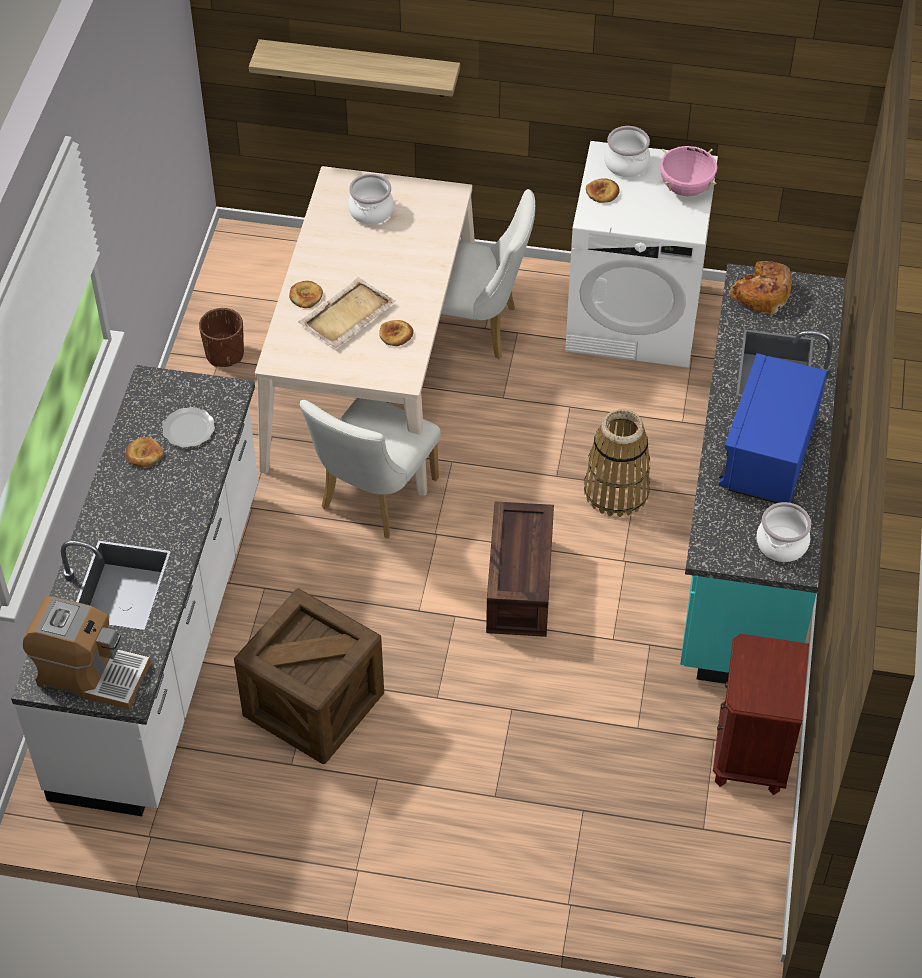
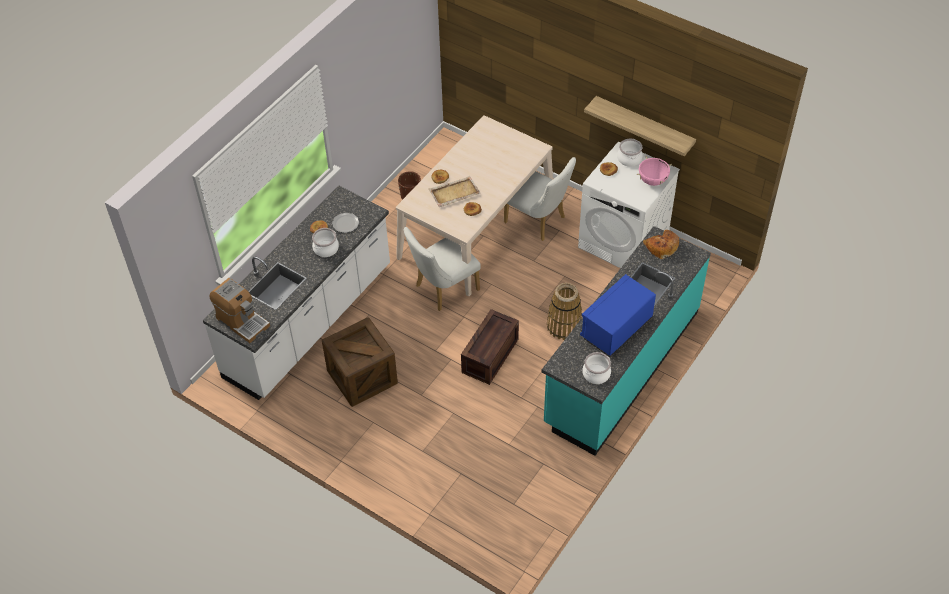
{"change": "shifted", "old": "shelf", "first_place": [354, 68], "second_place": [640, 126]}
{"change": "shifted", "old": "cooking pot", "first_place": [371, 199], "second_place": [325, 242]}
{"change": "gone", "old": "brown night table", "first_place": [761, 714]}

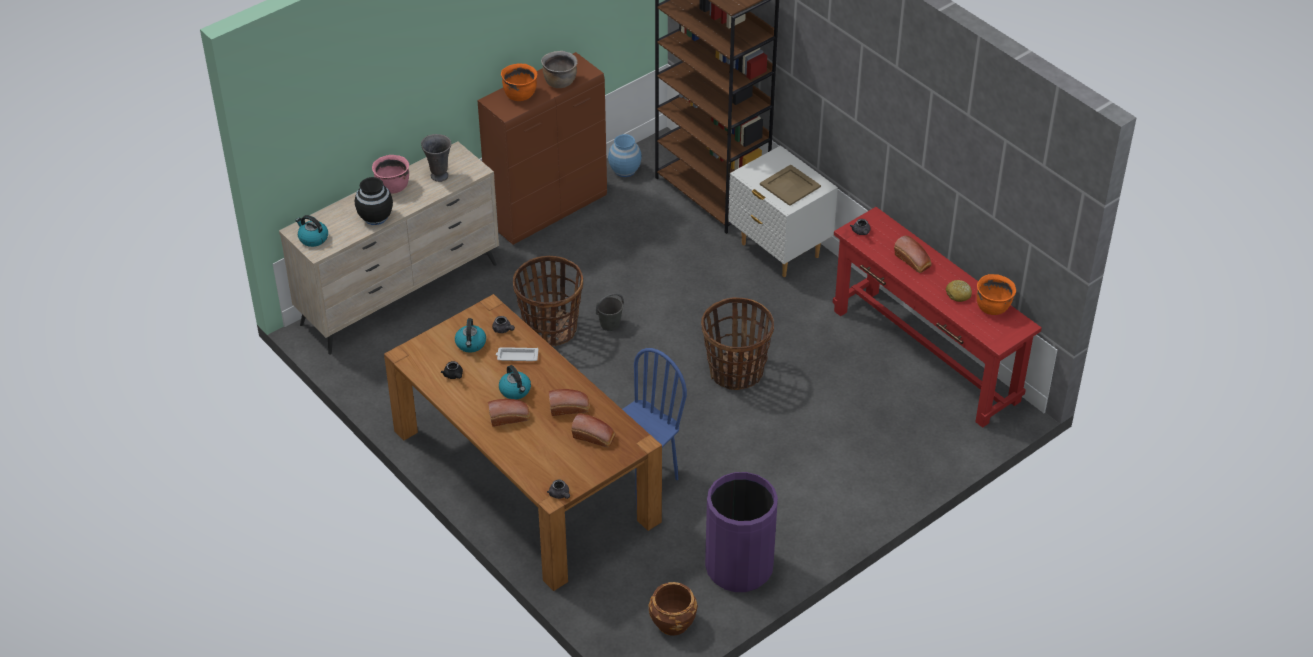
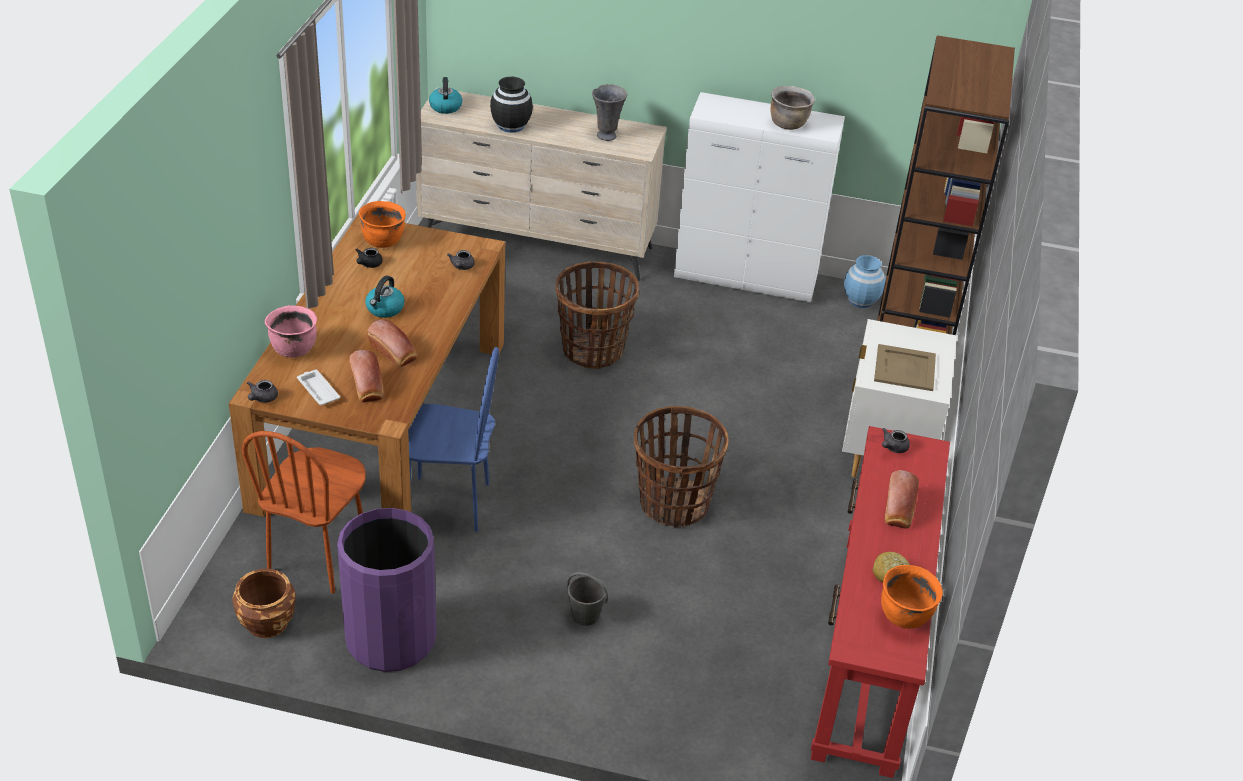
{"change": "repainted", "old": "brown cabinet", "new": "white cabinet", "first_place": [542, 148], "second_place": [759, 197]}
{"change": "shifted", "old": "orange-coloured cooking pot", "first_place": [519, 82], "second_place": [382, 224]}
{"change": "shifted", "old": "pinkish cooking pot", "first_place": [390, 174], "second_place": [291, 331]}
{"change": "shifted", "old": "gray bucket", "first_place": [610, 312], "second_place": [587, 599]}
{"change": "gone", "old": "tea kettle", "first_place": [470, 335]}
{"change": "shifted", "old": "white carrying tray", "first_place": [517, 354], "second_place": [318, 387]}
{"change": "gone", "old": "bakery bread", "first_place": [509, 413]}
{"change": "new", "new": "brown plain chair", "second_place": [304, 512]}

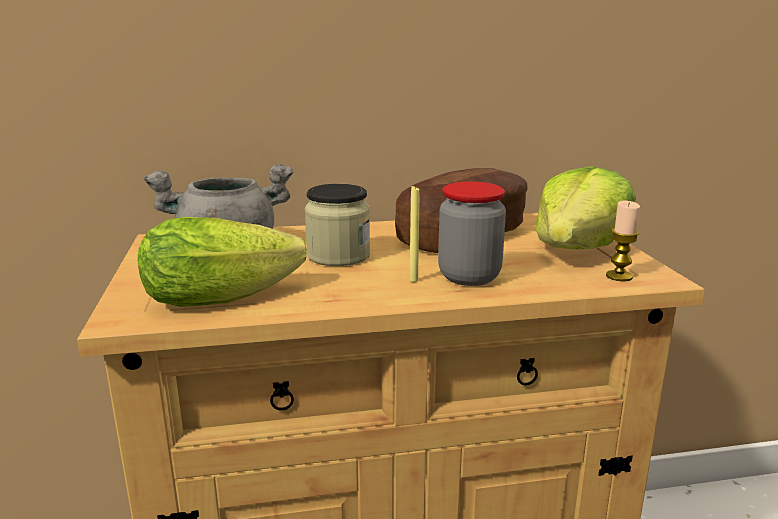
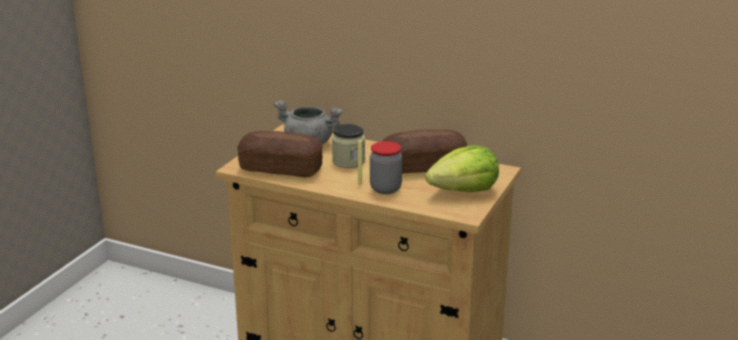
{"change": "gone", "old": "candle", "first_place": [623, 241]}
{"change": "swapped", "old": "lettuce", "new": "bakery bread", "first_place": [222, 262], "second_place": [280, 154]}

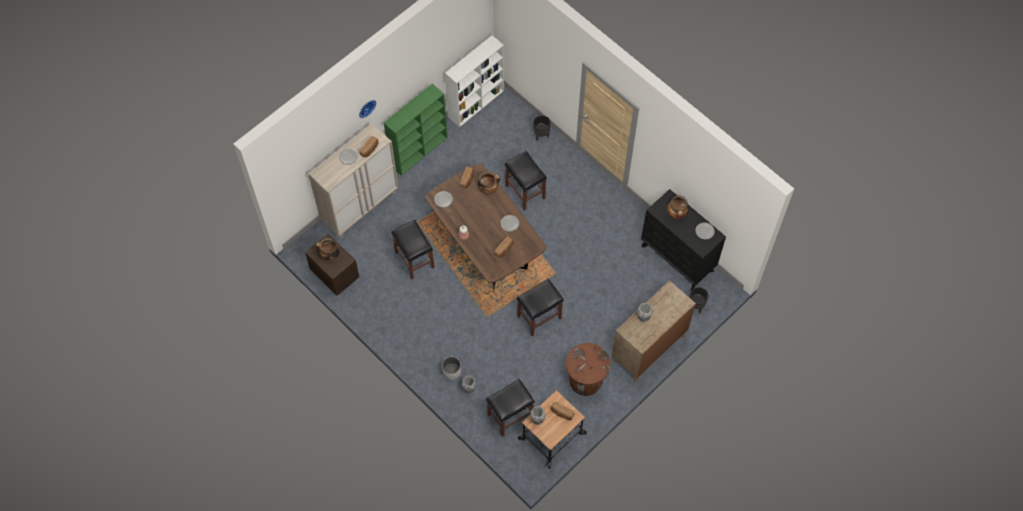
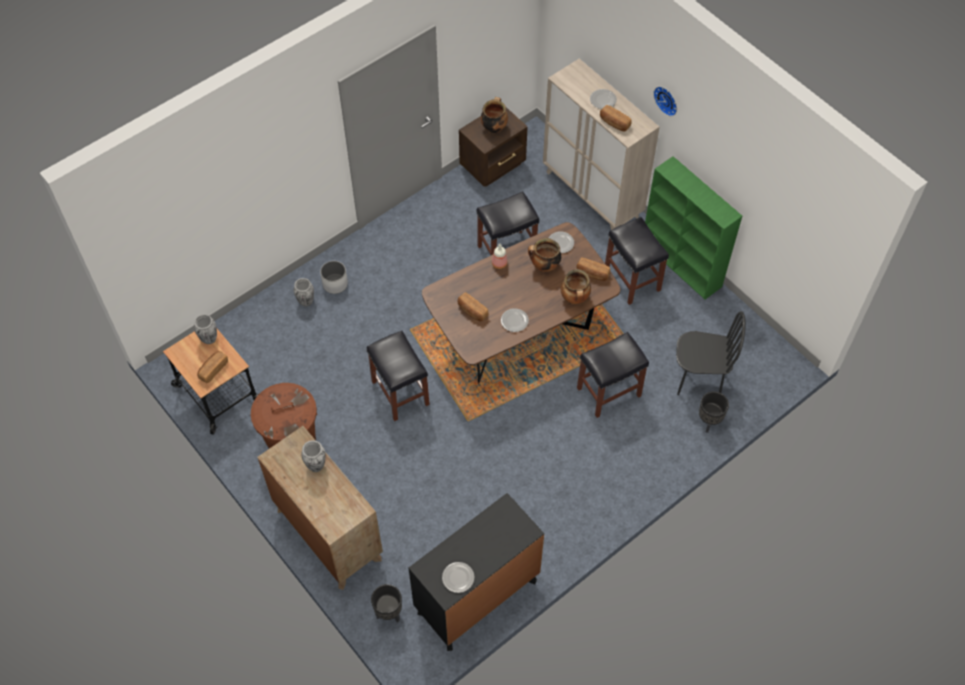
{"change": "gone", "old": "white bookshelf", "first_place": [474, 81]}
{"change": "shifted", "old": "cooking pot", "first_place": [677, 207], "second_place": [544, 255]}
{"change": "shifted", "old": "black stool seat", "first_place": [510, 408], "second_place": [637, 261]}
{"change": "new", "new": "black plain chair", "second_place": [711, 353]}

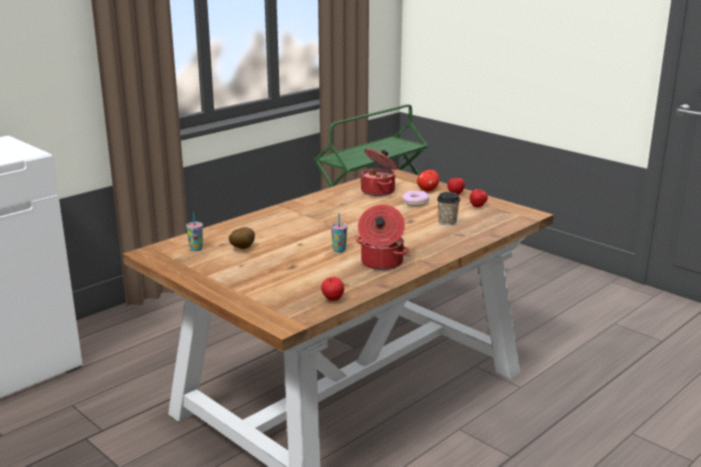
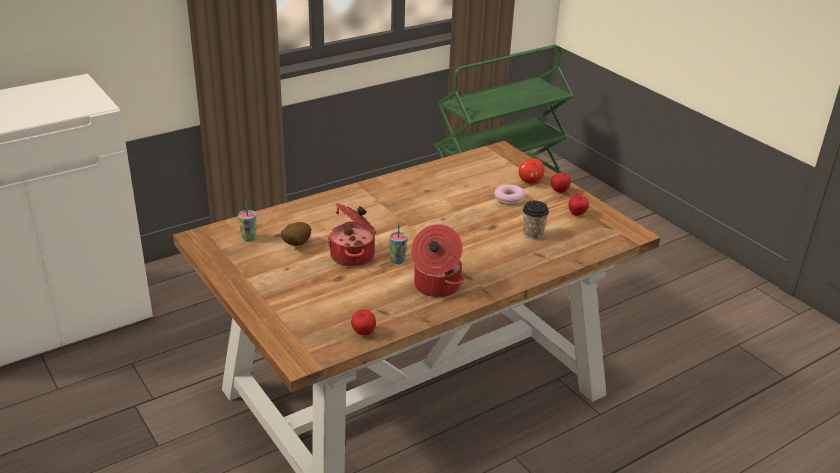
{"change": "shifted", "old": "cooking pot", "first_place": [379, 172], "second_place": [352, 235]}

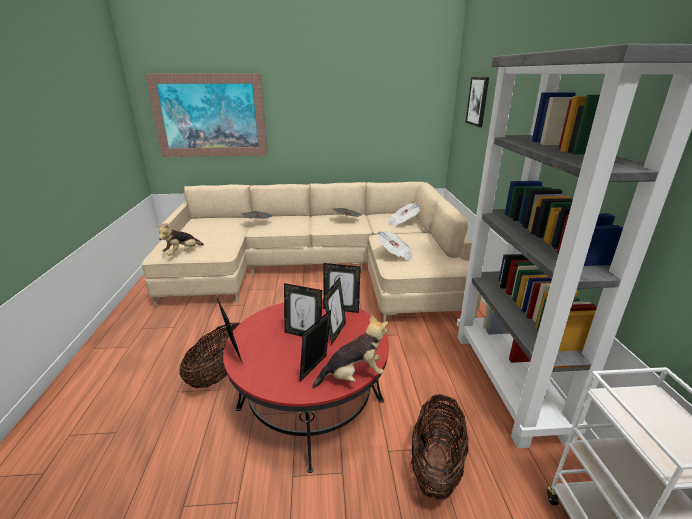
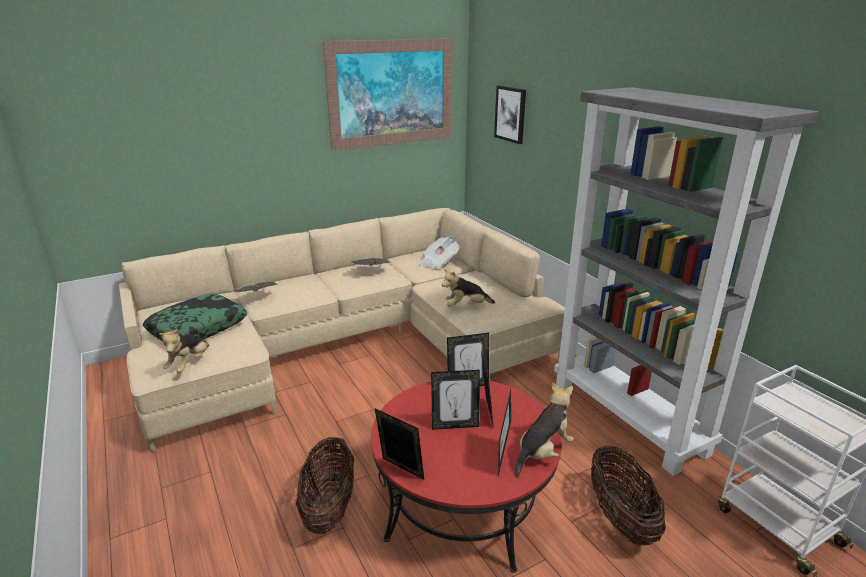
{"change": "shifted", "old": "wall art", "first_place": [206, 115], "second_place": [388, 95]}
{"change": "swapped", "old": "newspaper", "new": "cuddly toy", "first_place": [395, 246], "second_place": [468, 288]}
{"change": "new", "new": "cushion", "second_place": [194, 317]}

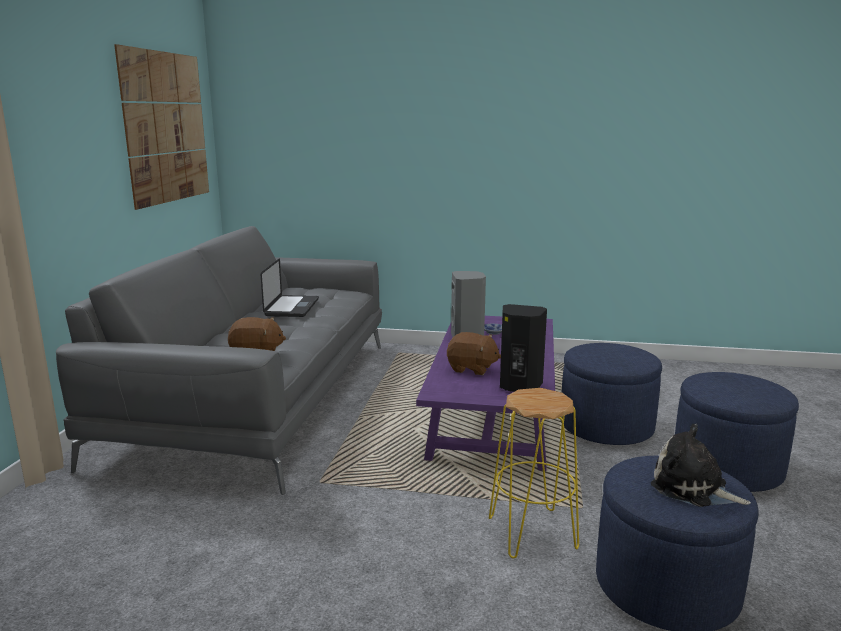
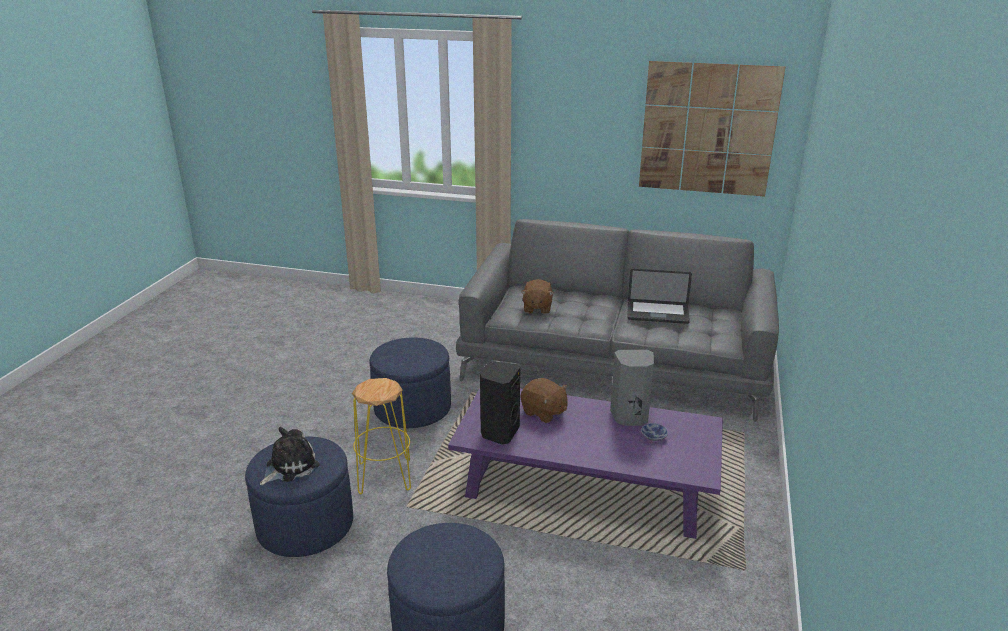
{"change": "rotated", "old": "brown cuddly toy", "first_place": [474, 353], "second_place": [544, 400], "degrees": -75}
{"change": "shifted", "old": "bluish pouffe", "first_place": [611, 394], "second_place": [410, 382]}

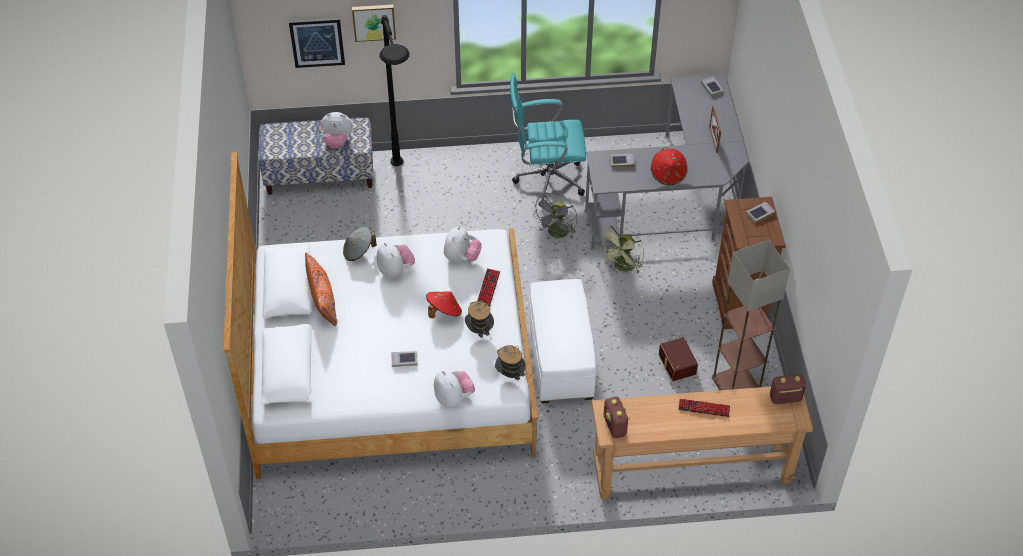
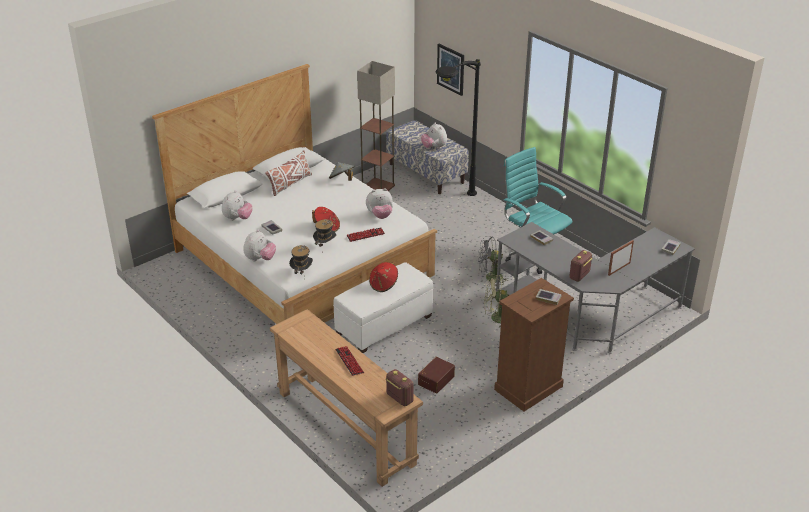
{"change": "gone", "old": "wall art", "first_place": [374, 23]}
{"change": "shifted", "old": "red-coloured wearable hat", "first_place": [669, 166], "second_place": [383, 277]}
{"change": "shifted", "old": "floor lamp", "first_place": [751, 315], "second_place": [376, 126]}
{"change": "shifted", "old": "cuddly toy", "first_place": [396, 260], "second_place": [237, 205]}
{"change": "repainted", "old": "orange-coloured cushion", "new": "white cushion", "first_place": [321, 289], "second_place": [288, 173]}
{"change": "shifted", "old": "radio", "first_place": [617, 417], "second_place": [580, 266]}

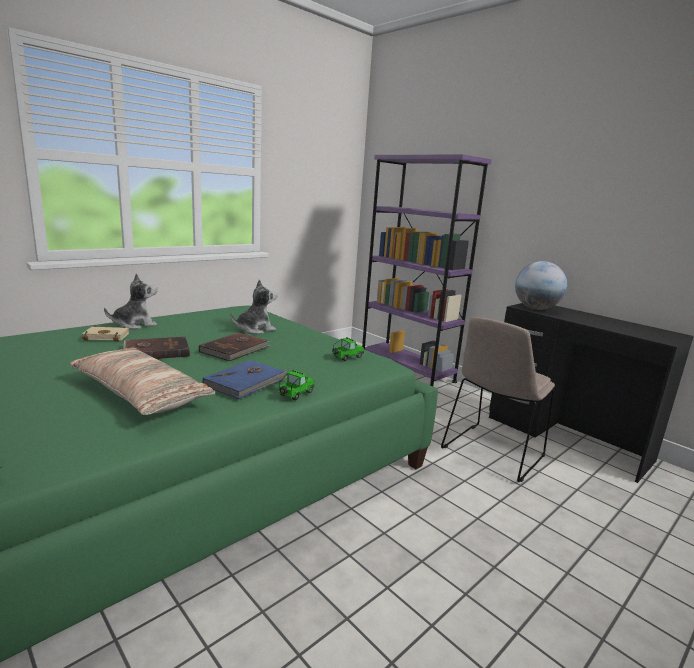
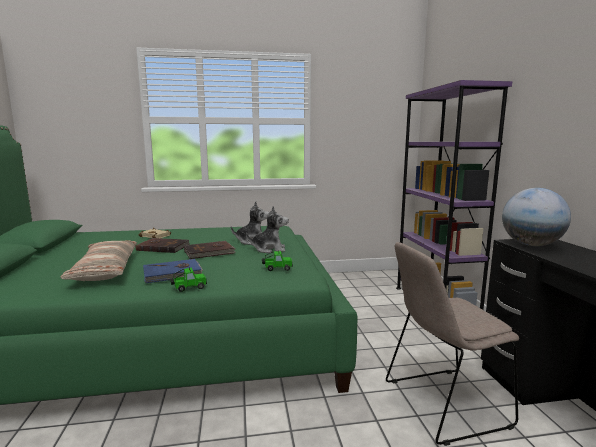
{"change": "shifted", "old": "cuddly toy", "first_place": [130, 301], "second_place": [267, 229]}

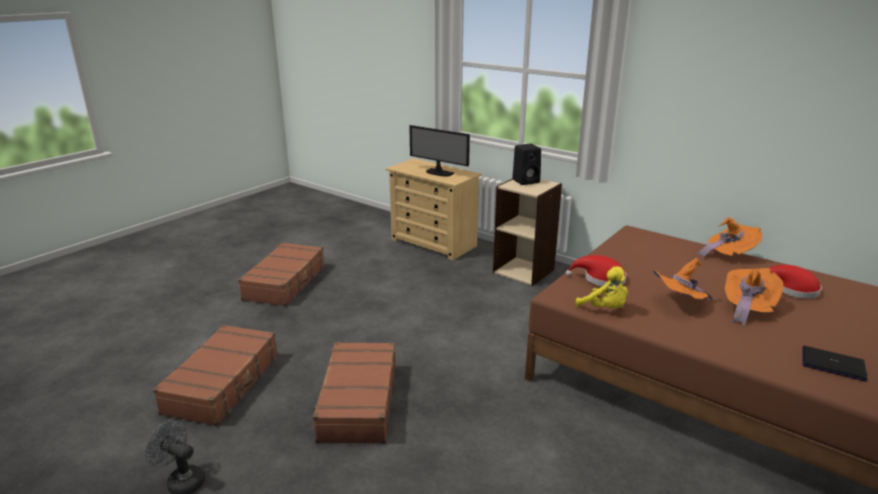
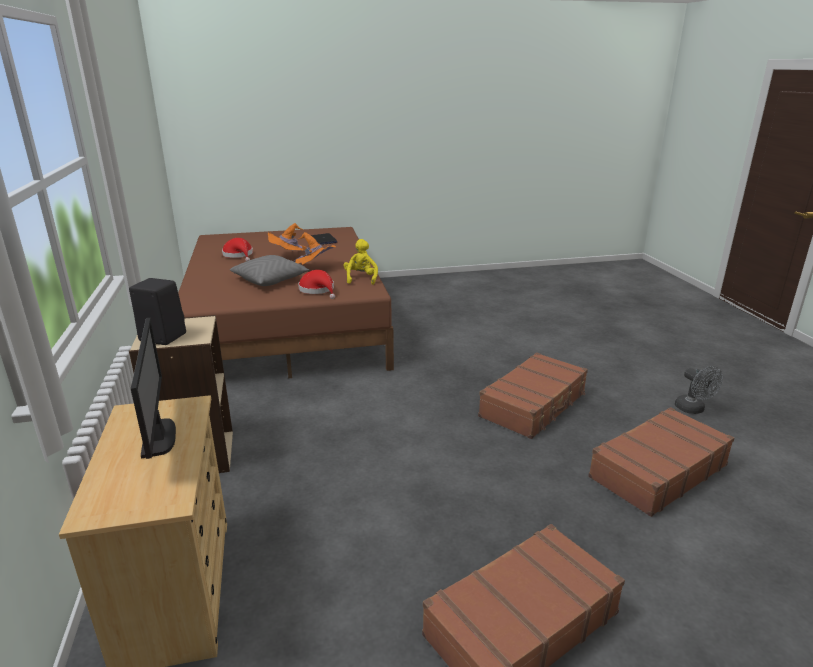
{"change": "gone", "old": "orange-coloured wearable hat", "first_place": [729, 238]}
{"change": "new", "new": "gray cushion", "second_place": [270, 270]}

